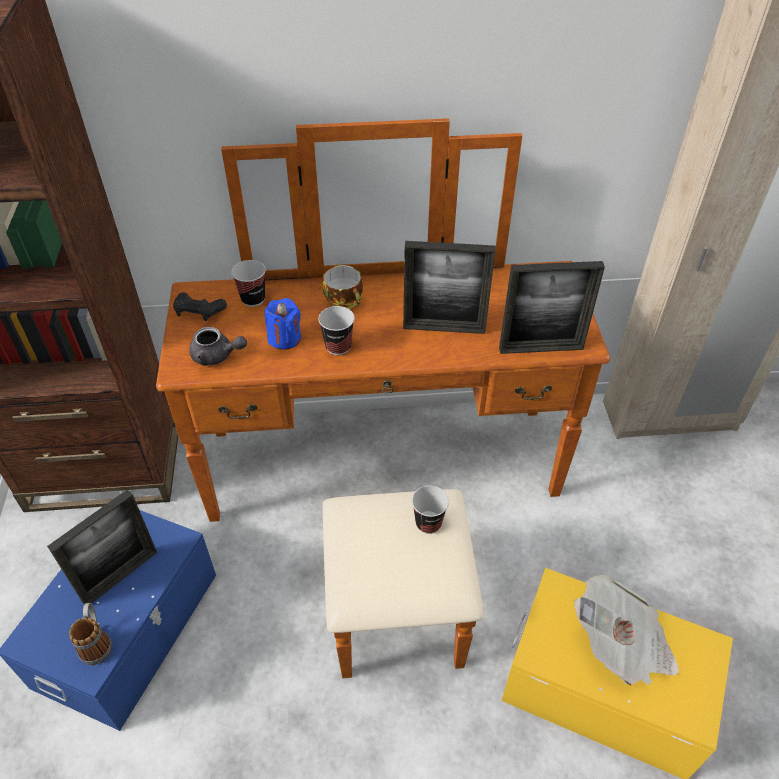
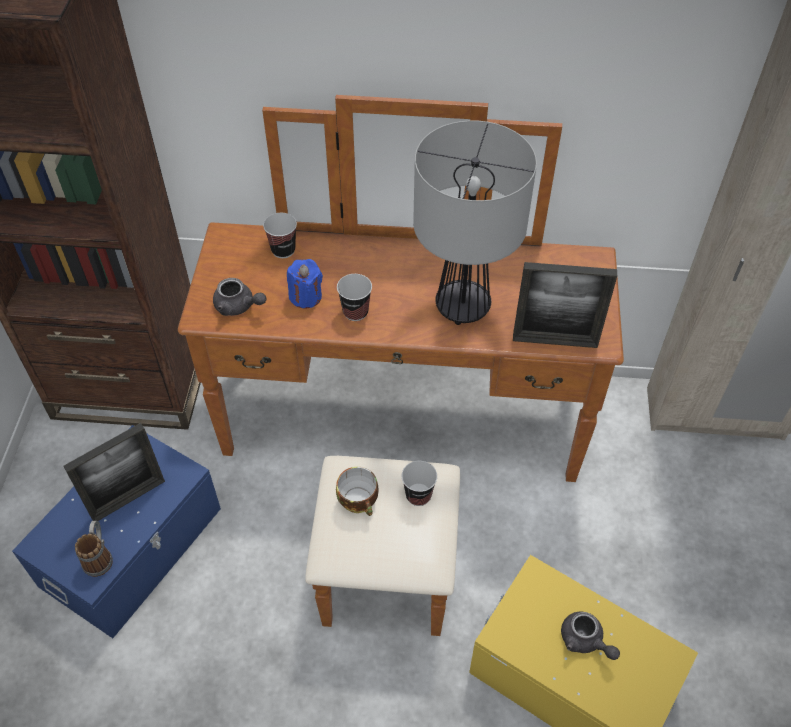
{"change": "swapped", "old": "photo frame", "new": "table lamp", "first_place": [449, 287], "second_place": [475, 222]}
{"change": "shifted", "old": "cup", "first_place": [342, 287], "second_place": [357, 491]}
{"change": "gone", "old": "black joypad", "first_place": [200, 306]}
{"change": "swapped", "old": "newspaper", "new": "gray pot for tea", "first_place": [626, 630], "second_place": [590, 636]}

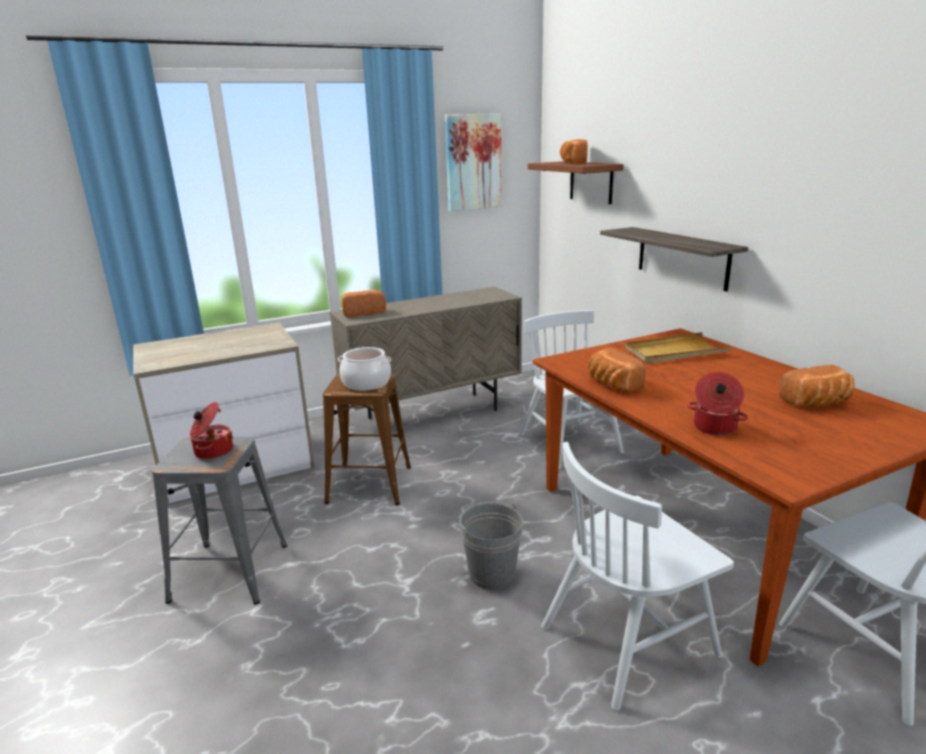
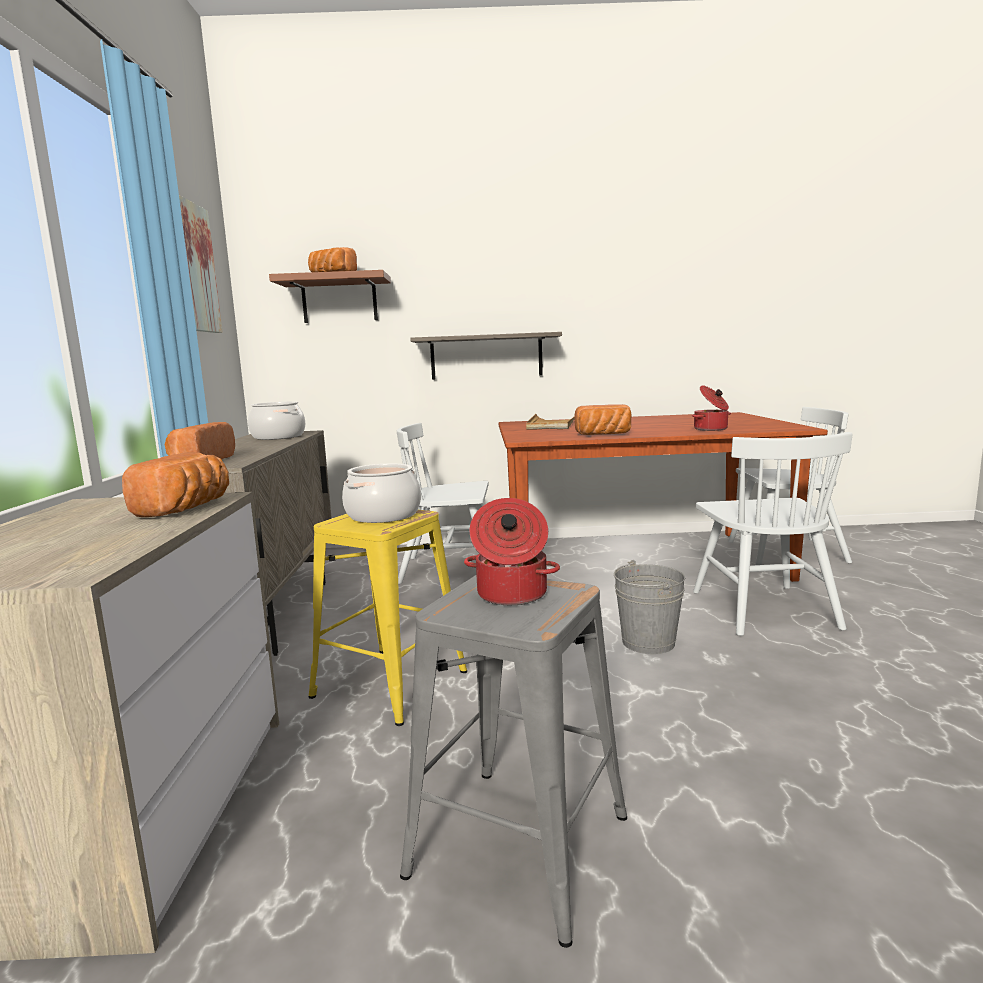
{"change": "shifted", "old": "bakery bread", "first_place": [817, 386], "second_place": [175, 484]}
{"change": "repainted", "old": "brown stool seat", "new": "yellow stool seat", "first_place": [367, 439], "second_place": [388, 618]}
{"change": "new", "new": "cooking pot", "second_place": [276, 421]}

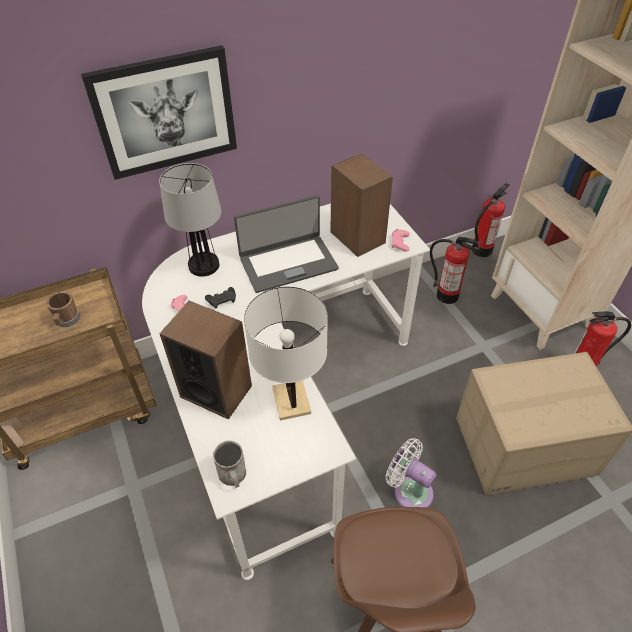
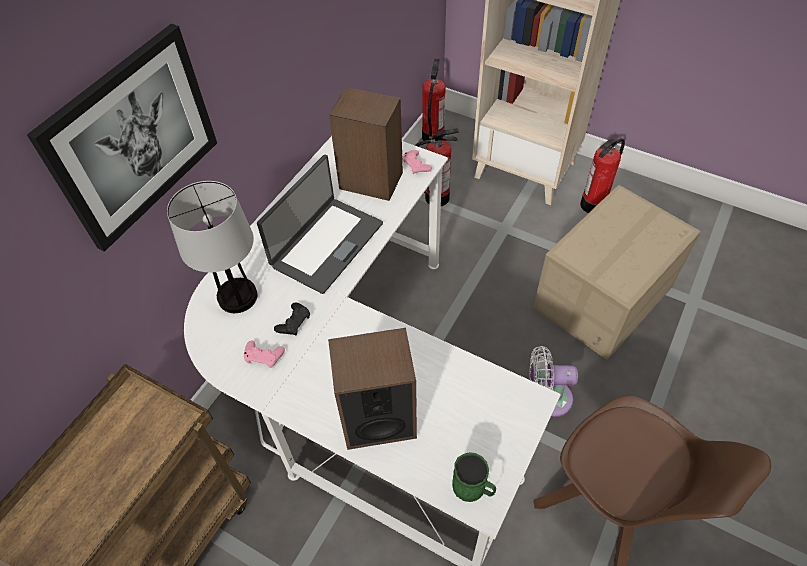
{"change": "gone", "old": "white table lamp", "first_place": [286, 353]}
{"change": "gone", "old": "brown coffee mug", "first_place": [63, 309]}
{"change": "repainted", "old": "gray coffee mug", "new": "greenish coffee mug", "first_place": [229, 464], "second_place": [474, 477]}

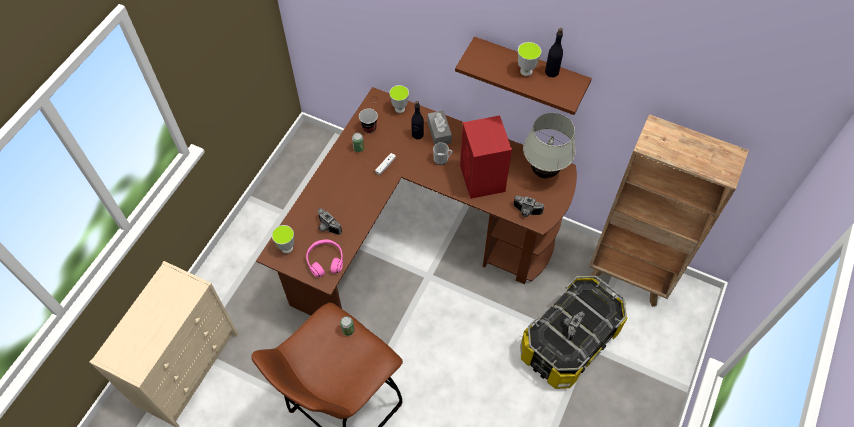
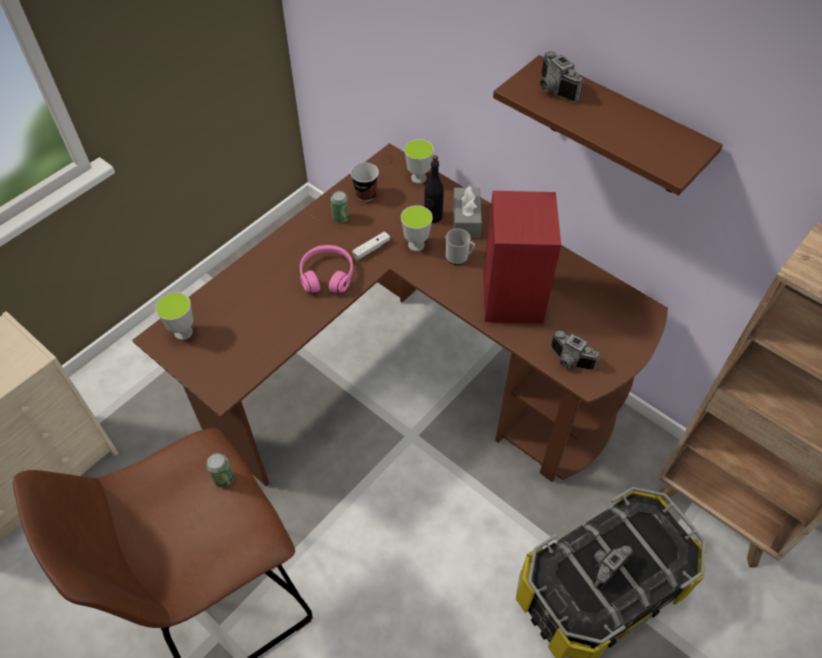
{"change": "gone", "old": "black beverage bottle", "first_place": [554, 52]}
{"change": "shifted", "old": "cup", "first_place": [529, 59], "second_place": [417, 228]}
{"change": "gone", "old": "white table lamp", "first_place": [549, 145]}
{"change": "shifted", "old": "photo camera", "first_place": [330, 221], "second_place": [561, 76]}
{"change": "shifted", "old": "pinkish headset", "first_place": [324, 258], "second_place": [326, 269]}

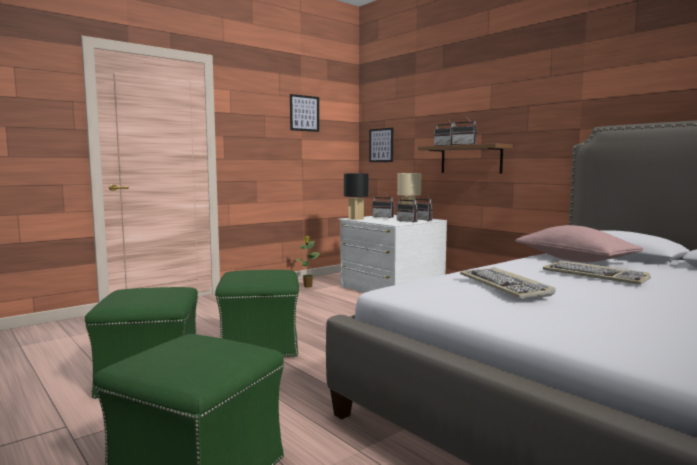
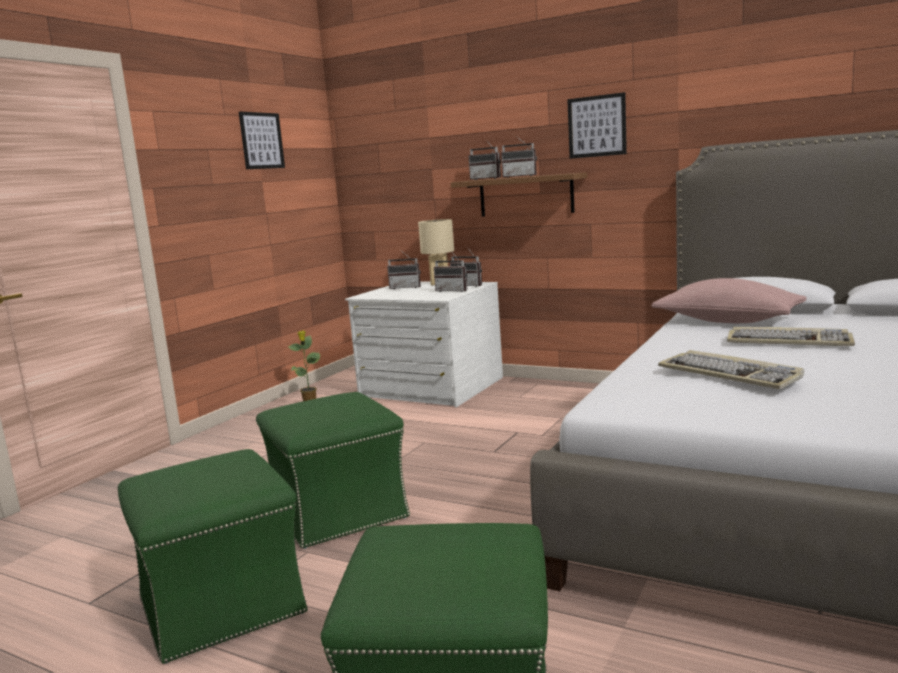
{"change": "shifted", "old": "wall art", "first_place": [381, 145], "second_place": [597, 125]}
{"change": "gone", "old": "black table lamp", "first_place": [356, 196]}

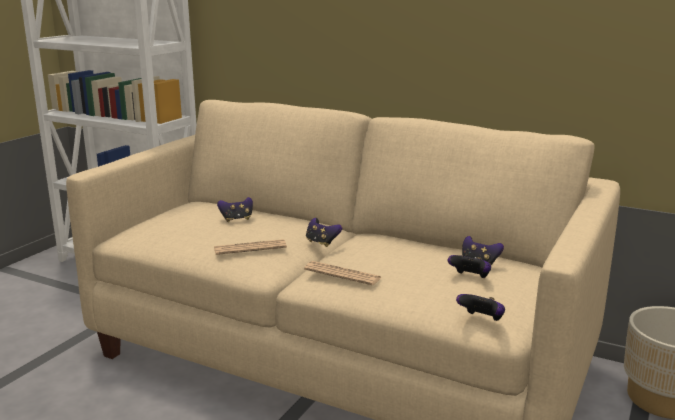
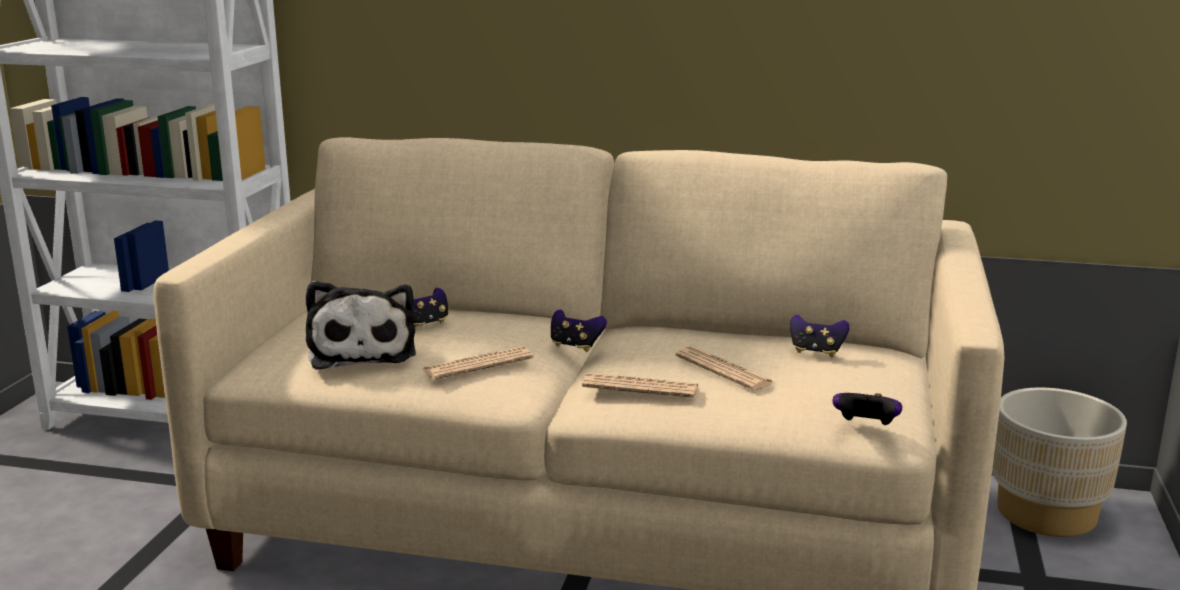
{"change": "gone", "old": "joypad", "first_place": [469, 266]}
{"change": "new", "new": "cuddly toy", "second_place": [361, 325]}
{"change": "new", "new": "newspaper", "second_place": [725, 368]}

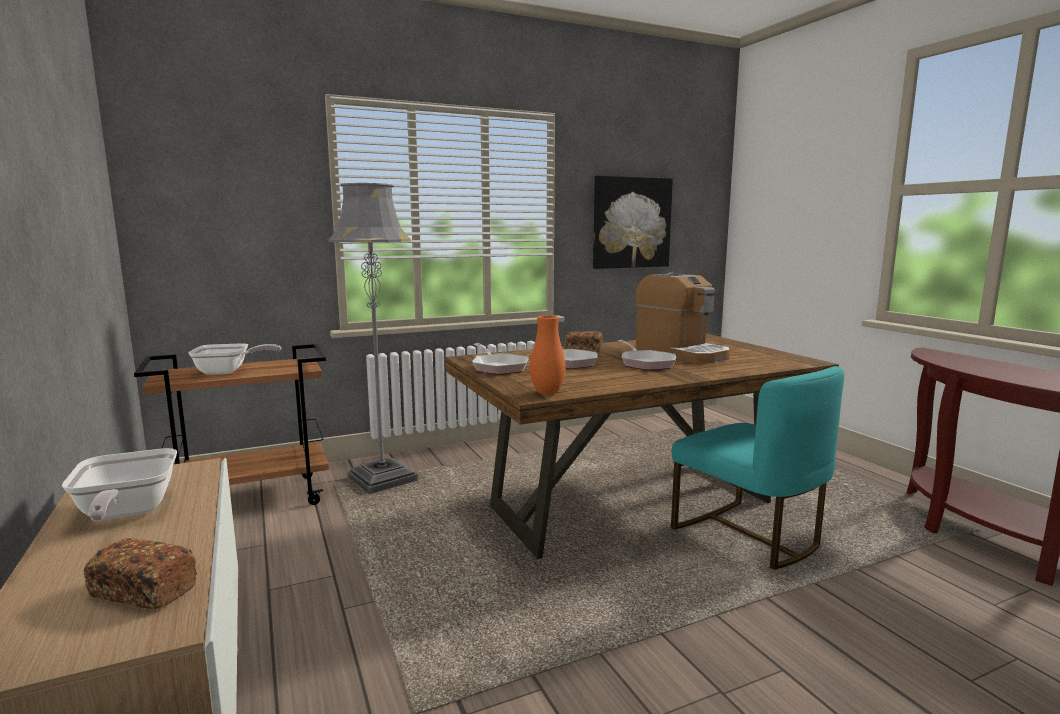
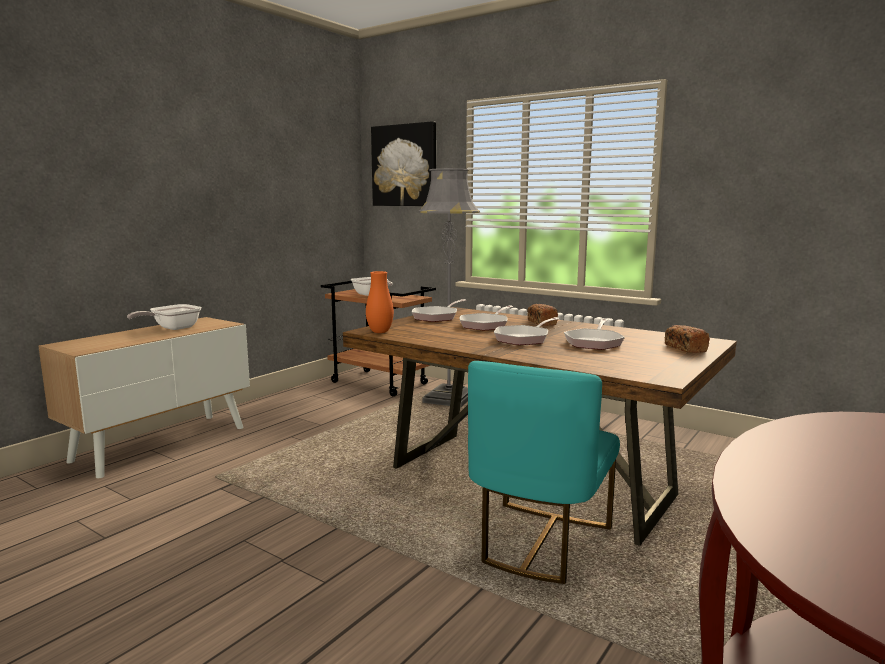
{"change": "shifted", "old": "wall art", "first_place": [633, 222], "second_place": [403, 163]}
{"change": "swapped", "old": "coffee brewer", "new": "frying pan", "first_place": [683, 318], "second_place": [594, 334]}
{"change": "shifted", "old": "bakery bread", "first_place": [140, 573], "second_place": [687, 339]}

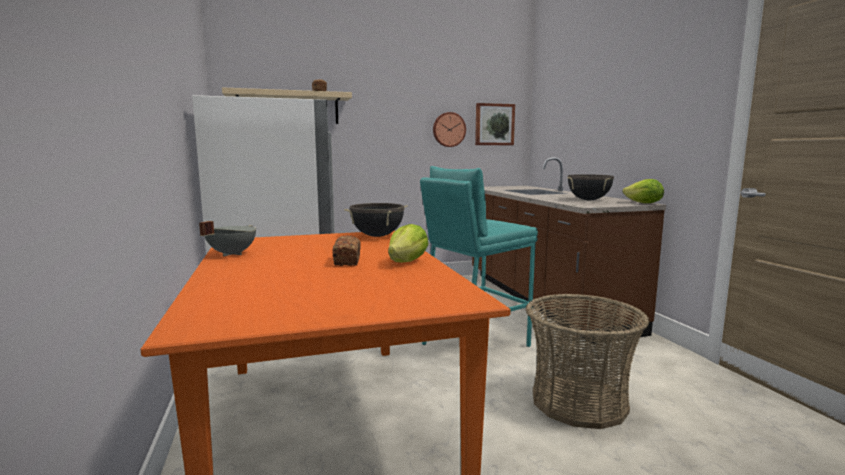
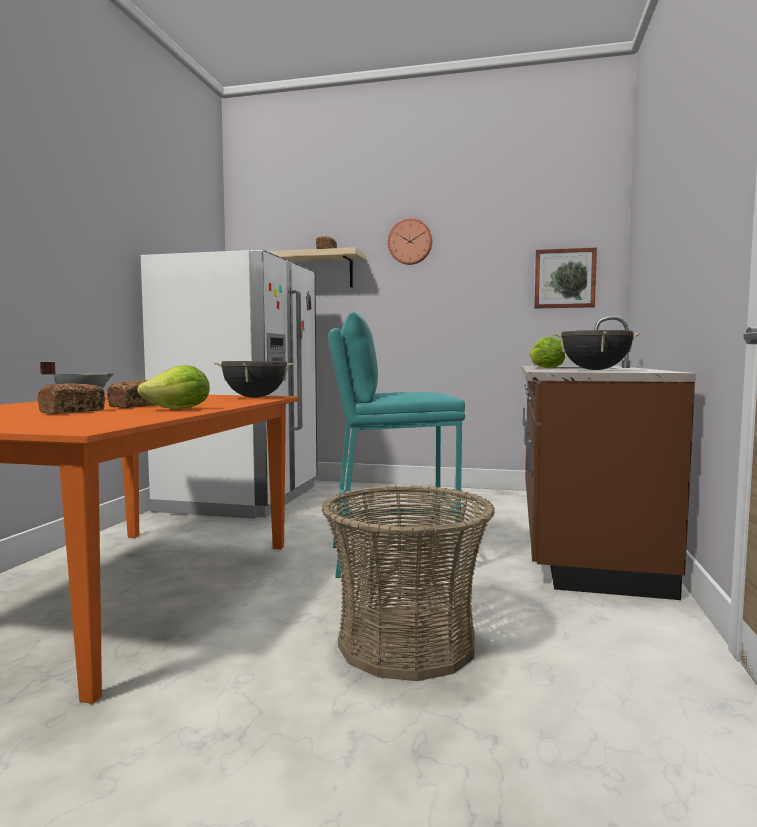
{"change": "shifted", "old": "wall clock", "first_place": [449, 129], "second_place": [410, 241]}
{"change": "shifted", "old": "lettuce", "first_place": [643, 191], "second_place": [547, 352]}
{"change": "new", "new": "bakery bread", "second_place": [71, 398]}

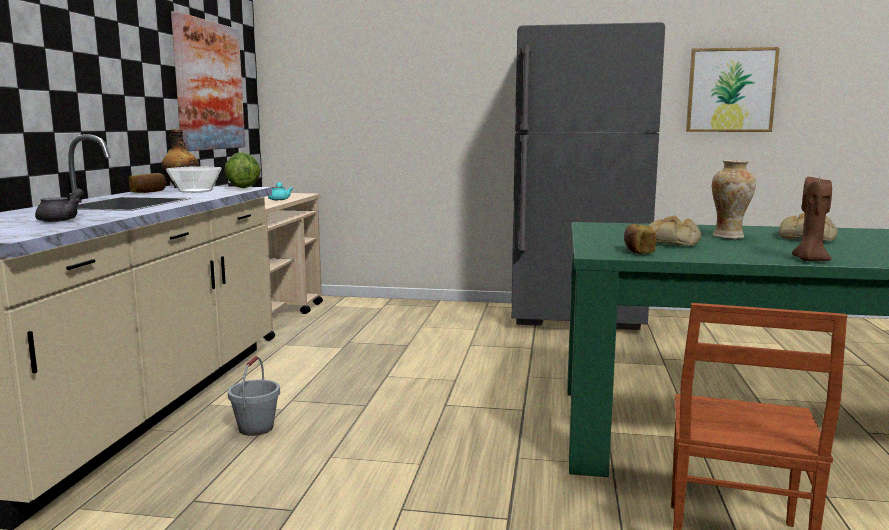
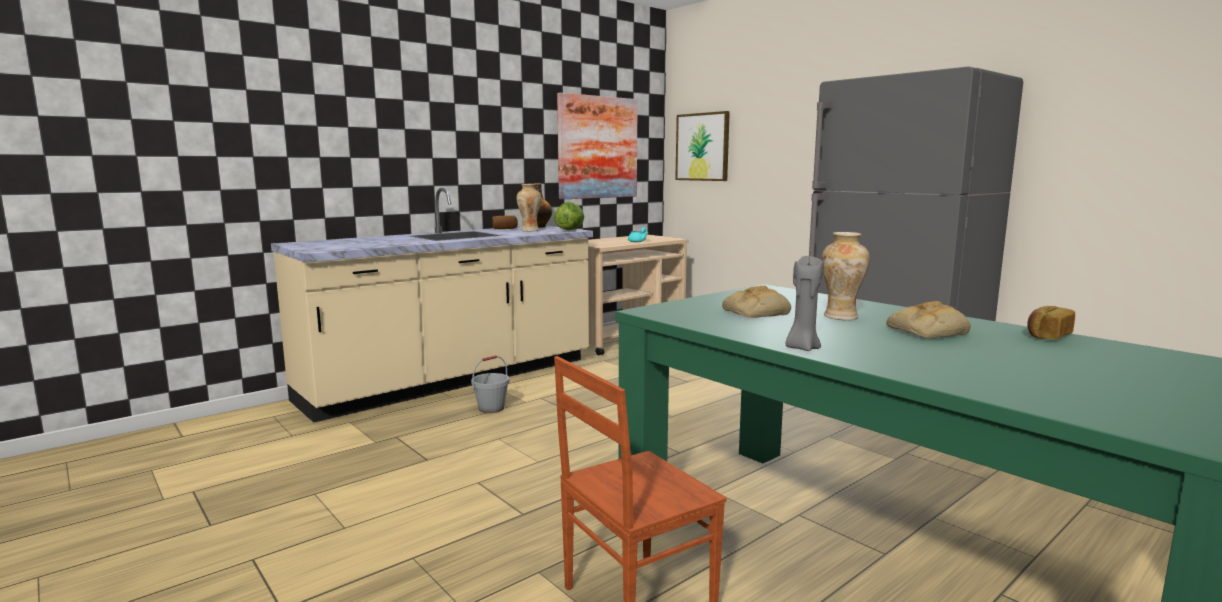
{"change": "shifted", "old": "wall art", "first_place": [733, 89], "second_place": [702, 146]}
{"change": "swapped", "old": "deep dish", "new": "flower vase", "first_place": [193, 179], "second_place": [528, 207]}
{"change": "repainted", "old": "brown candle", "new": "gray candle", "first_place": [812, 218], "second_place": [804, 303]}
{"change": "gone", "old": "gray pot for tea", "first_place": [60, 205]}
{"change": "shifted", "old": "bakery bread", "first_place": [640, 239], "second_place": [1051, 322]}

